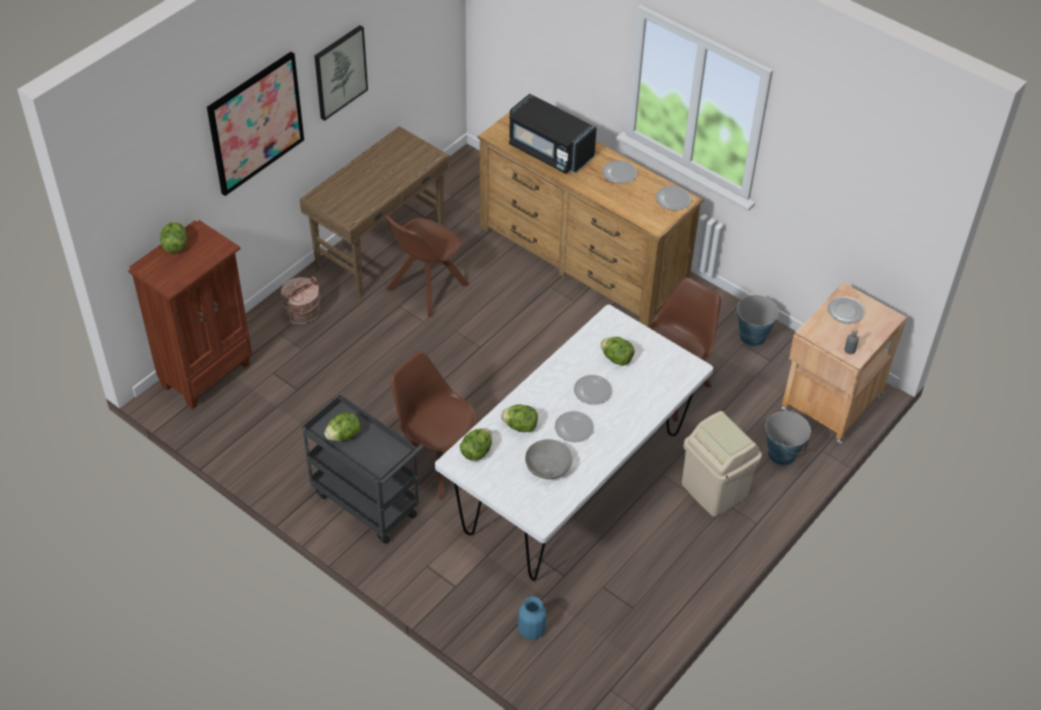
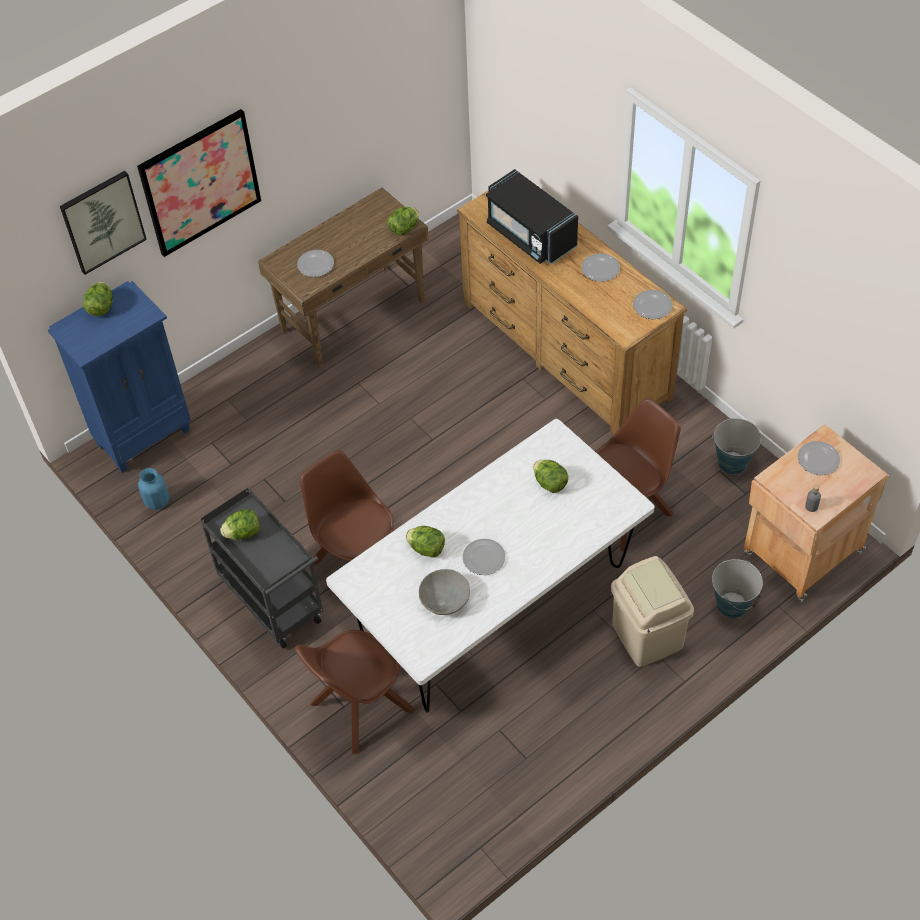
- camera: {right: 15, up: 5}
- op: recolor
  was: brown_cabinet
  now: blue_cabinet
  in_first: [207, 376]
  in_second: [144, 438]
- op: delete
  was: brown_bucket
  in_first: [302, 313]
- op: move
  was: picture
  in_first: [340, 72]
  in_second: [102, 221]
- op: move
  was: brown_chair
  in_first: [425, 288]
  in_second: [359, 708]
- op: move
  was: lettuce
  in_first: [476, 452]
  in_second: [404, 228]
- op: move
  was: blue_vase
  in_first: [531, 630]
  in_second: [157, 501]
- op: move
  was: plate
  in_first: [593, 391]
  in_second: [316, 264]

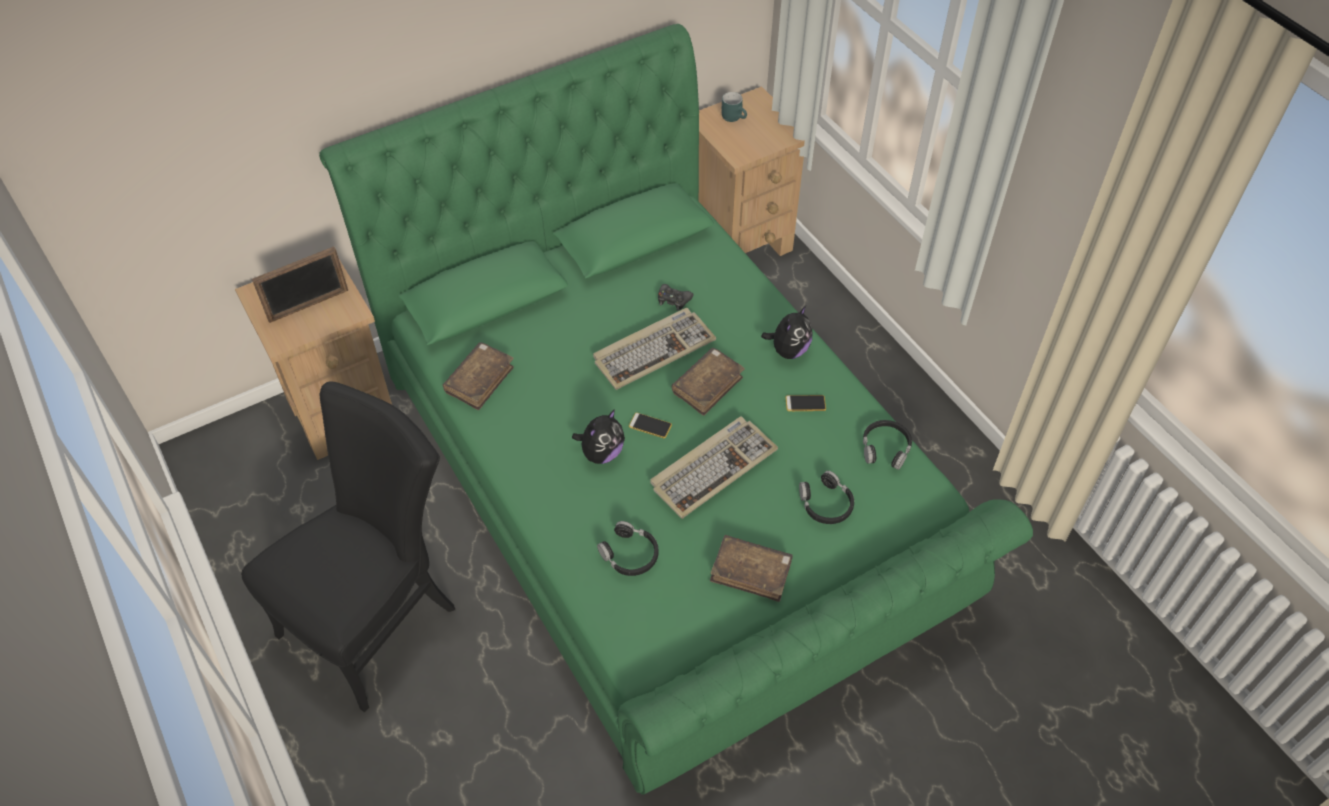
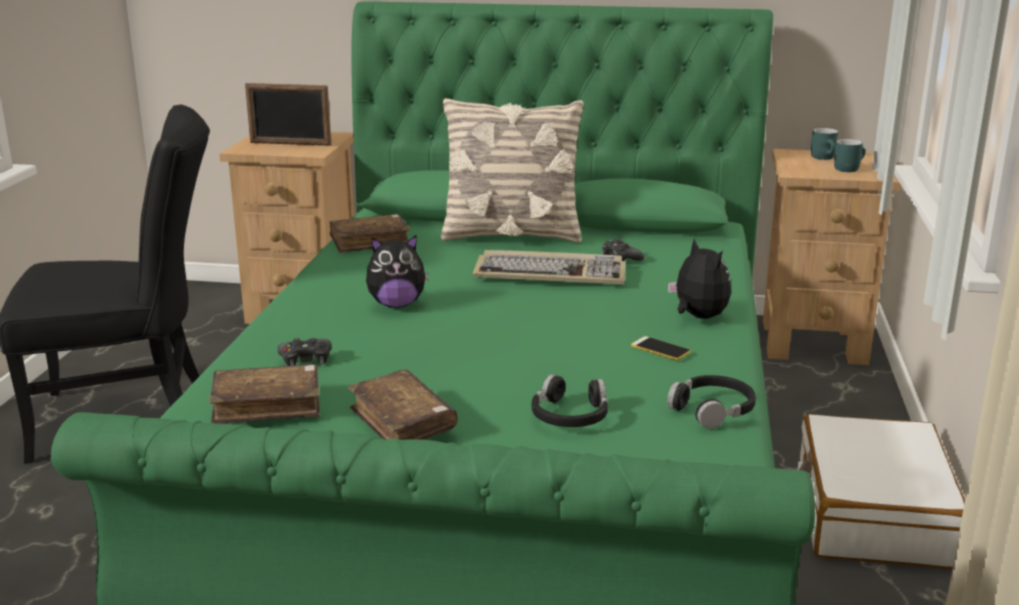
- camera: {right: 40, up: -30}
- op: replace
  was: black_headphones
  now: black_game_controller
  in_first: [630, 554]
  in_second: [306, 359]
- op: delete
  was: phone
  in_first: [650, 426]
- op: delete
  was: keyboard
  in_first: [713, 468]
- op: move
  was: brown_book
  in_first: [707, 386]
  in_second: [267, 406]
- op: rotate
  was: plush_toy
  in_first: [788, 350]
  in_second: [698, 317]
  clockwise: -105
- op: insert
  now: beige_pillow
  in_second: [511, 236]
- op: insert
  now: white_suitcase
  in_second: [871, 514]
- op: insert
  now: turquoise_mug
  in_second: [847, 168]

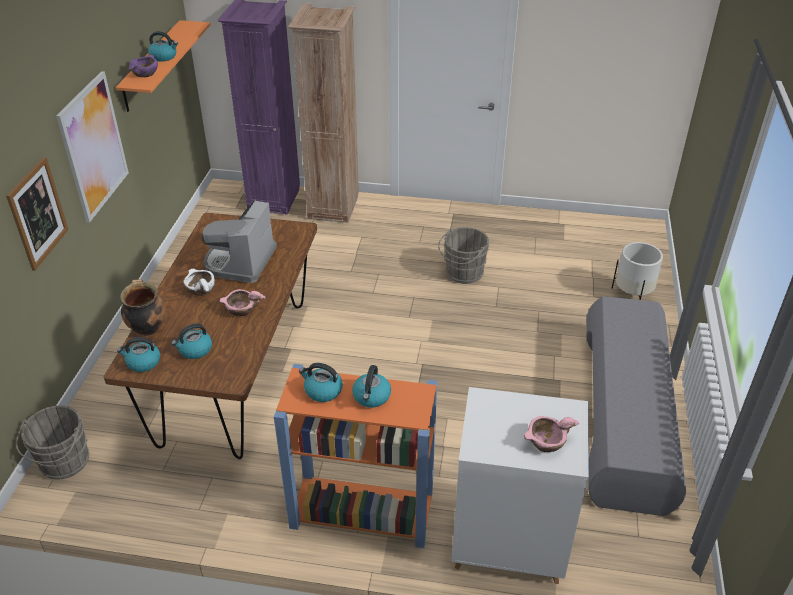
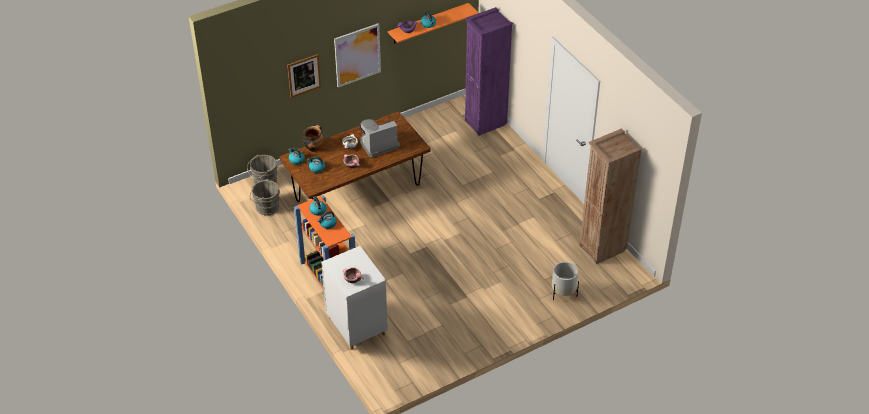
- camera: {right: 50, up: 5}
- op: move
  was: brown_cabinet
  in_first: [334, 207]
  in_second: [602, 248]
- op: move
  was: grey_bucket
  in_first: [462, 273]
  in_second: [266, 207]
- op: delete
  was: grey_bench
  in_first: [625, 416]

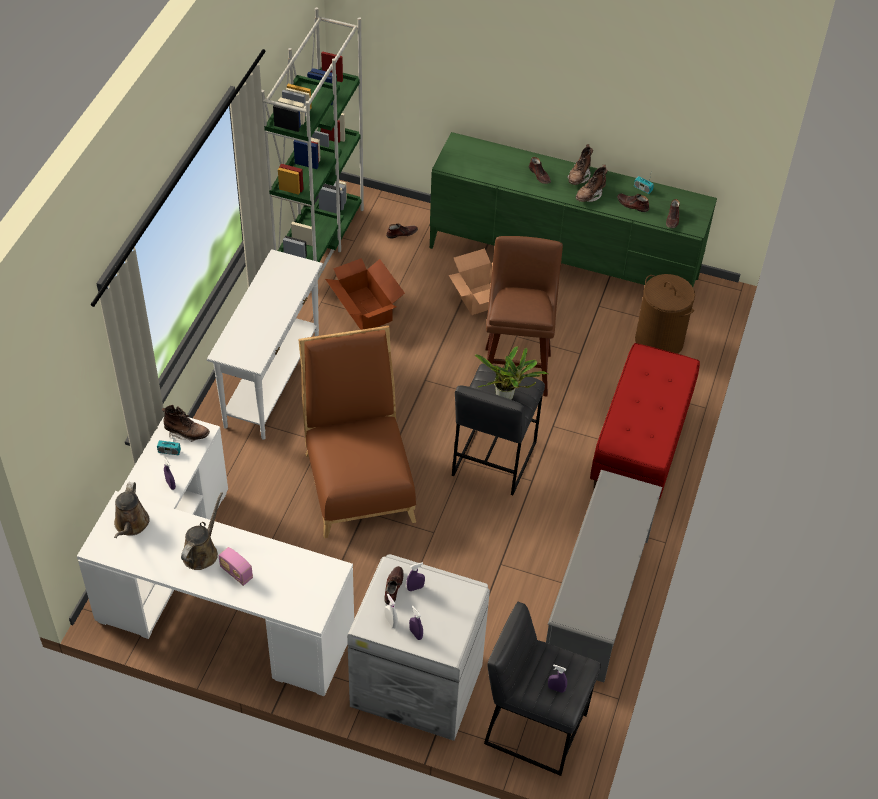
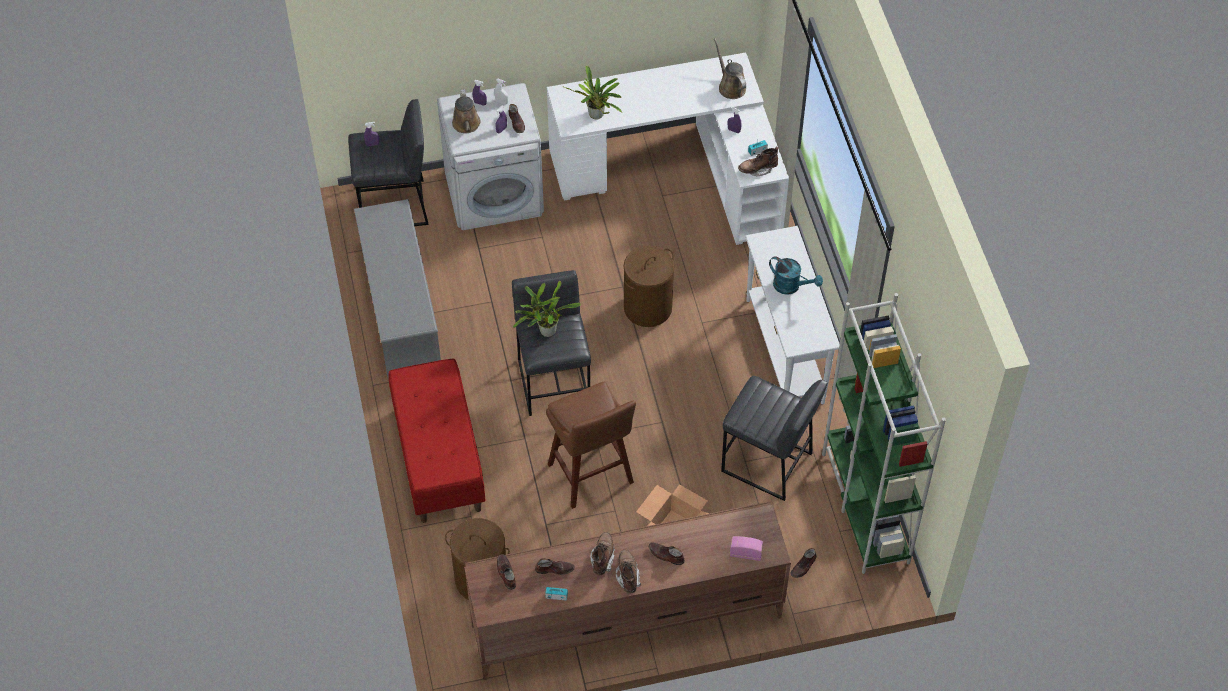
- camera: {right: 150, up: 5}
- op: move
  was: brown_watering_can
  in_first: [202, 552]
  in_second: [466, 125]
- op: move
  was: radio
  in_first: [236, 573]
  in_second: [745, 553]
- op: replace
  was: brown_chair
  now: brown_laundry_basket
  in_first: [358, 479]
  in_second: [647, 308]
- op: replace
  was: cardboard_box
  now: grey_stool
  in_first: [365, 309]
  in_second: [768, 463]
- op: recolor
  was: green_cabinet
  now: brown_cabinet
  in_first: [564, 262]
  in_second: [625, 622]
- op: insert
  now: potted_plant
  in_second: [597, 116]
- op: insert
  now: turquoise_watering_can
  in_second: [791, 286]

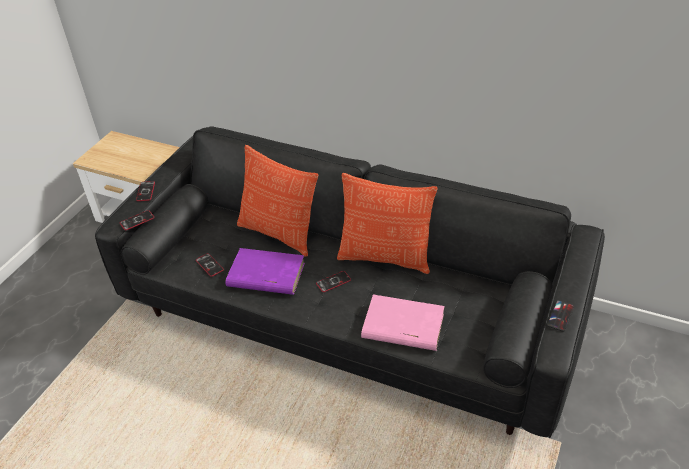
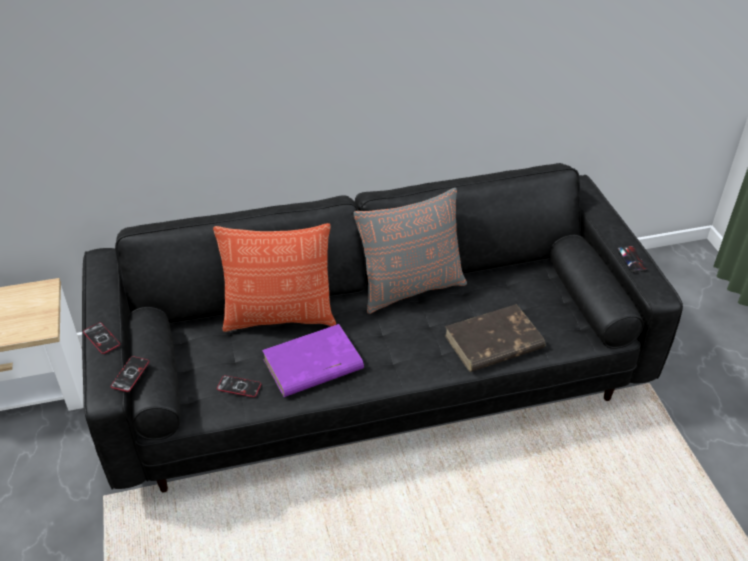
- camera: {right: -40, up: 0}
- op: delete
  was: phone
  in_first: [333, 282]
- op: recolor
  was: orange_pillow
  now: grey_pillow
  in_first: [385, 257]
  in_second: [411, 289]
- op: recolor
  was: pink_book
  now: brown_book
  in_first: [402, 326]
  in_second: [493, 343]

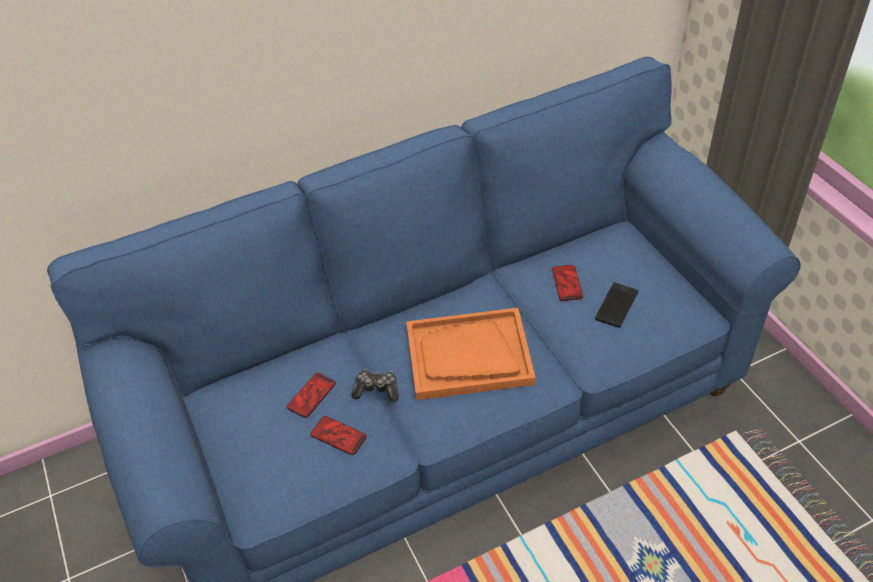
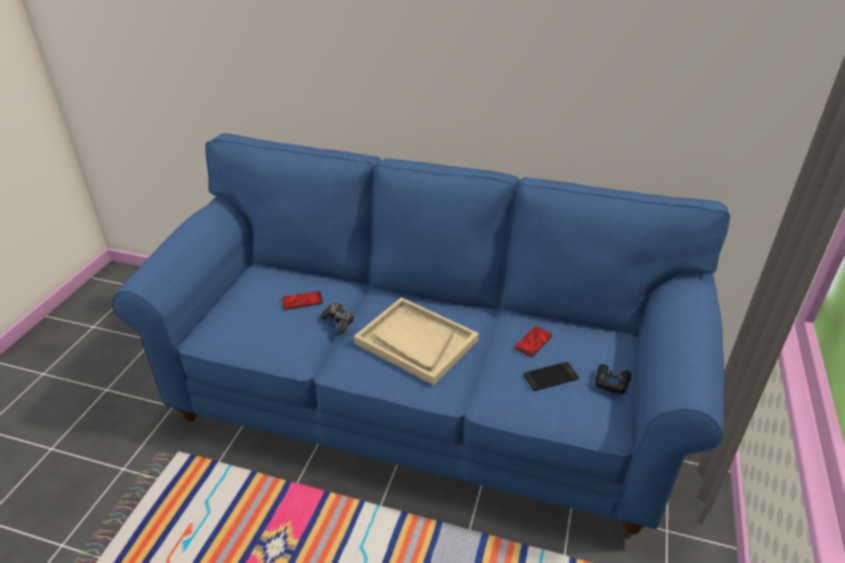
- camera: {right: 40, up: -10}
- op: delete
  was: phone
  in_first: [338, 436]
- op: recolor
  was: orange_tray
  now: beige_tray
  in_first: [468, 356]
  in_second: [415, 342]
- op: insert
  now: black_game_controller
  in_second: [611, 382]

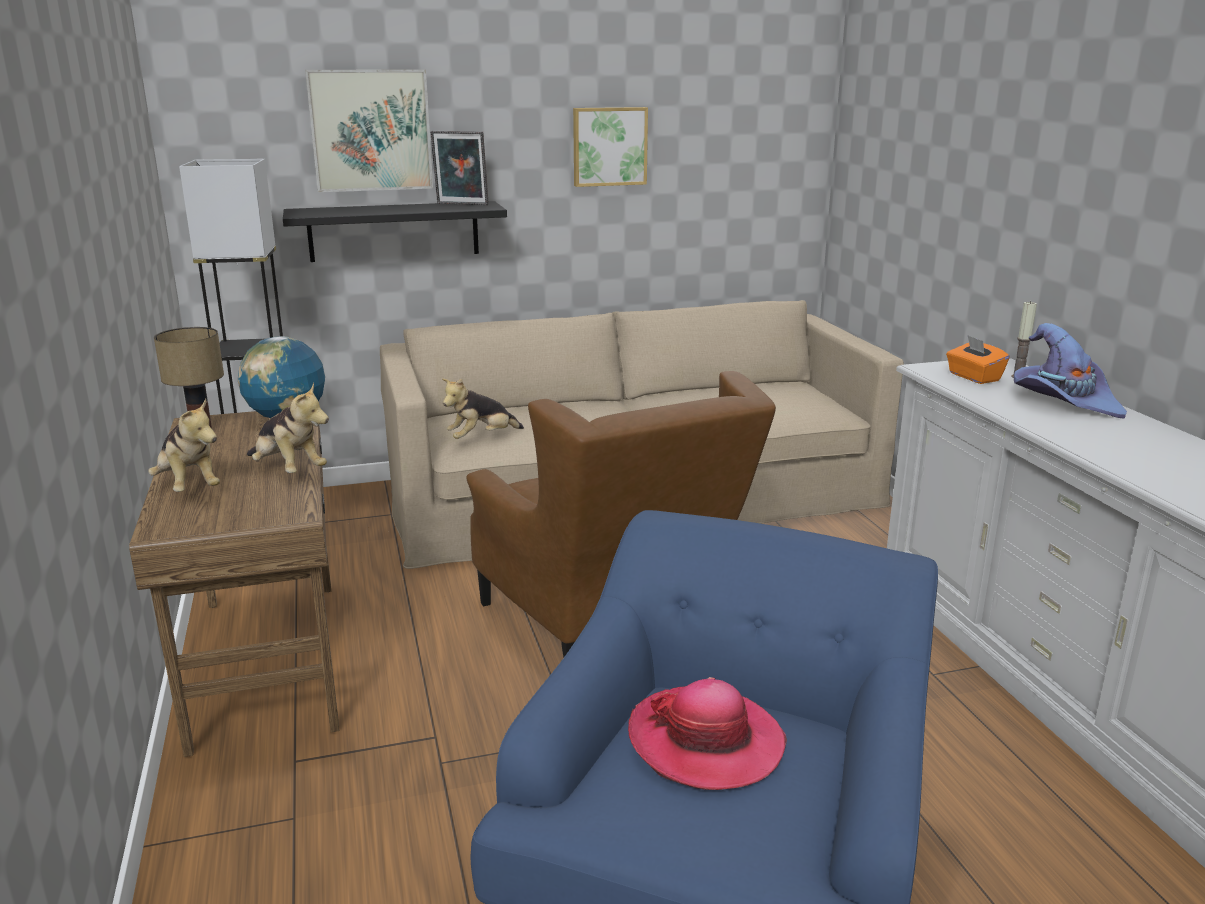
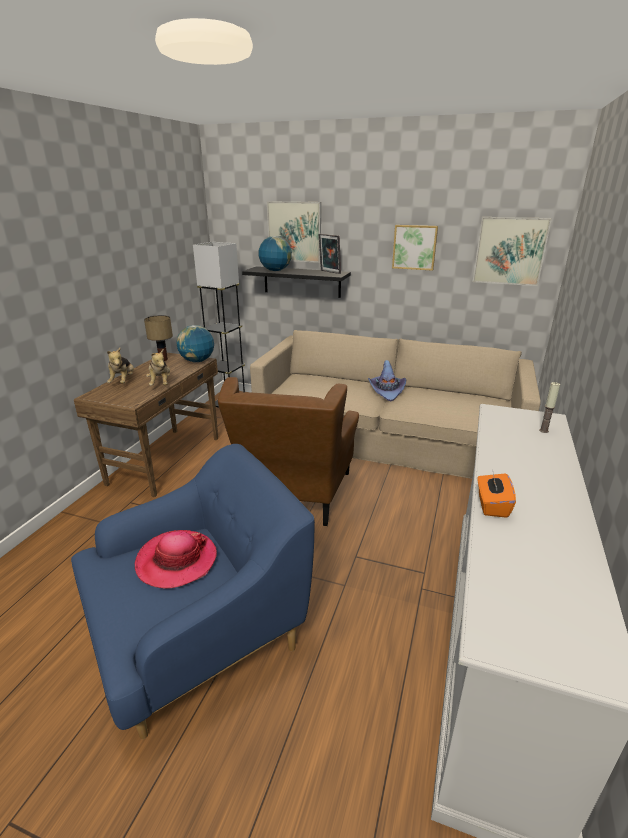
- camera: {right: 35, up: 5}
- op: delete
  was: plush_toy
  in_first: [481, 438]
- op: move
  was: orange_tissue_box
  in_first: [973, 377]
  in_second: [492, 505]
- op: move
  was: purple_hat
  in_first: [1064, 401]
  in_second: [387, 391]
- op: insert
  now: globe
  in_second: [275, 271]
- op: insert
  now: picture
  in_second: [510, 251]

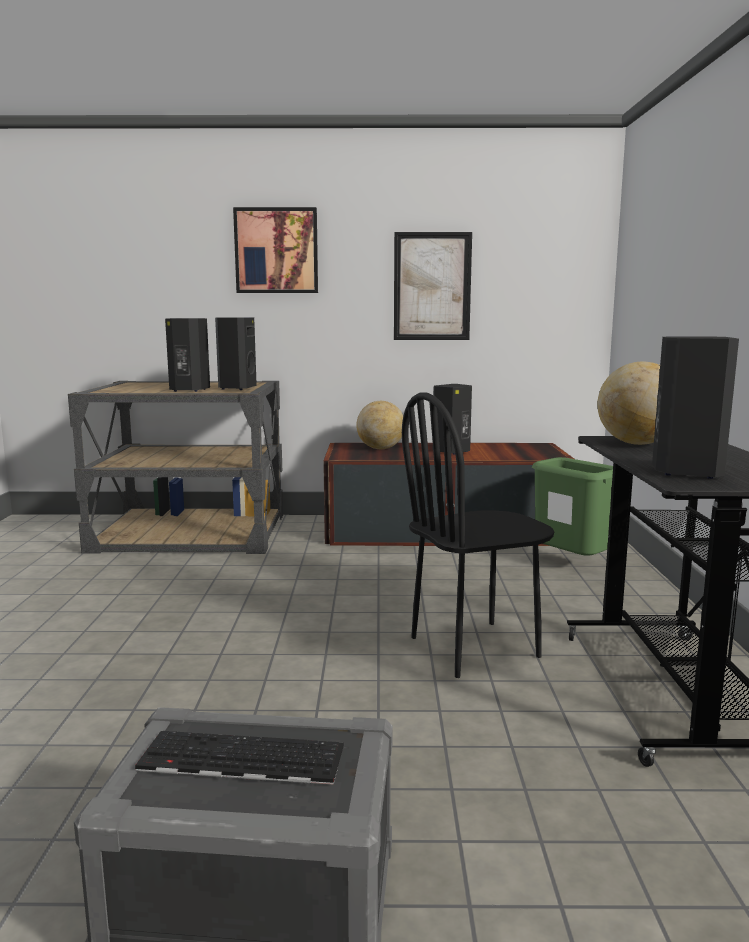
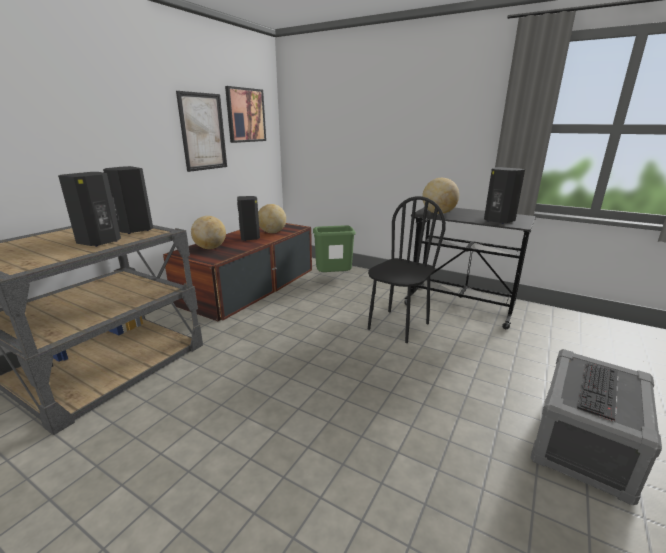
- camera: {right: -60, up: 10}
- op: move
  was: picture
  in_first: [276, 251]
  in_second: [245, 115]
- op: rotate
  was: black_chair
  in_first: [474, 647]
  in_second: [398, 326]
  clockwise: -150
- op: insert
  now: globe
  in_second: [272, 232]

